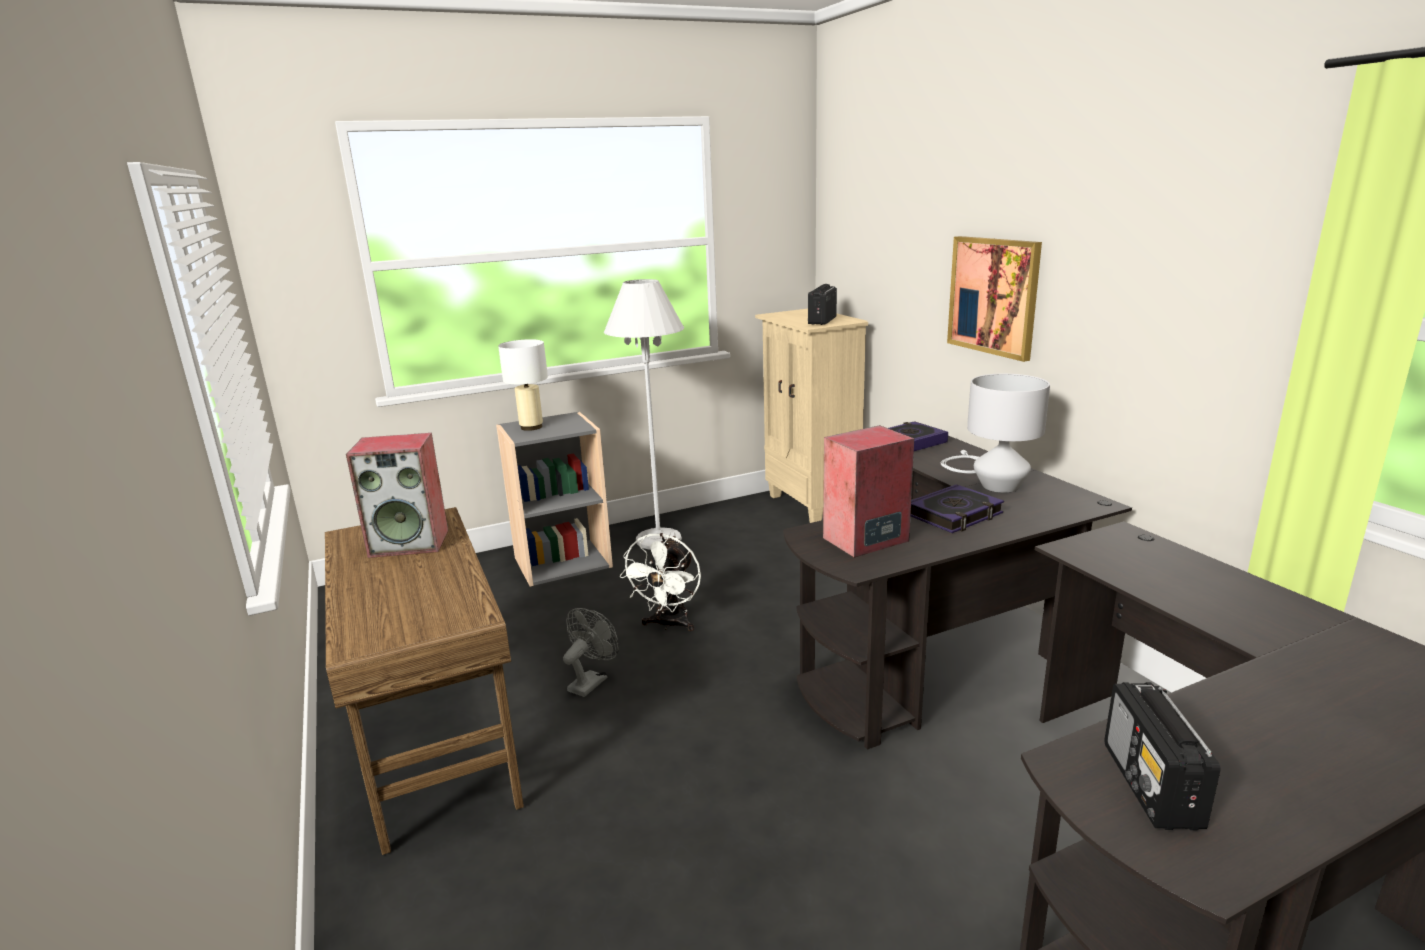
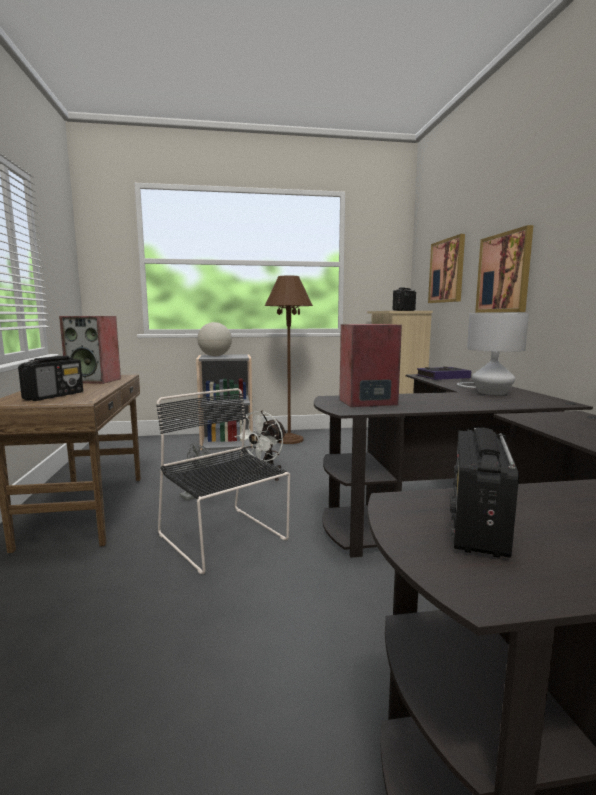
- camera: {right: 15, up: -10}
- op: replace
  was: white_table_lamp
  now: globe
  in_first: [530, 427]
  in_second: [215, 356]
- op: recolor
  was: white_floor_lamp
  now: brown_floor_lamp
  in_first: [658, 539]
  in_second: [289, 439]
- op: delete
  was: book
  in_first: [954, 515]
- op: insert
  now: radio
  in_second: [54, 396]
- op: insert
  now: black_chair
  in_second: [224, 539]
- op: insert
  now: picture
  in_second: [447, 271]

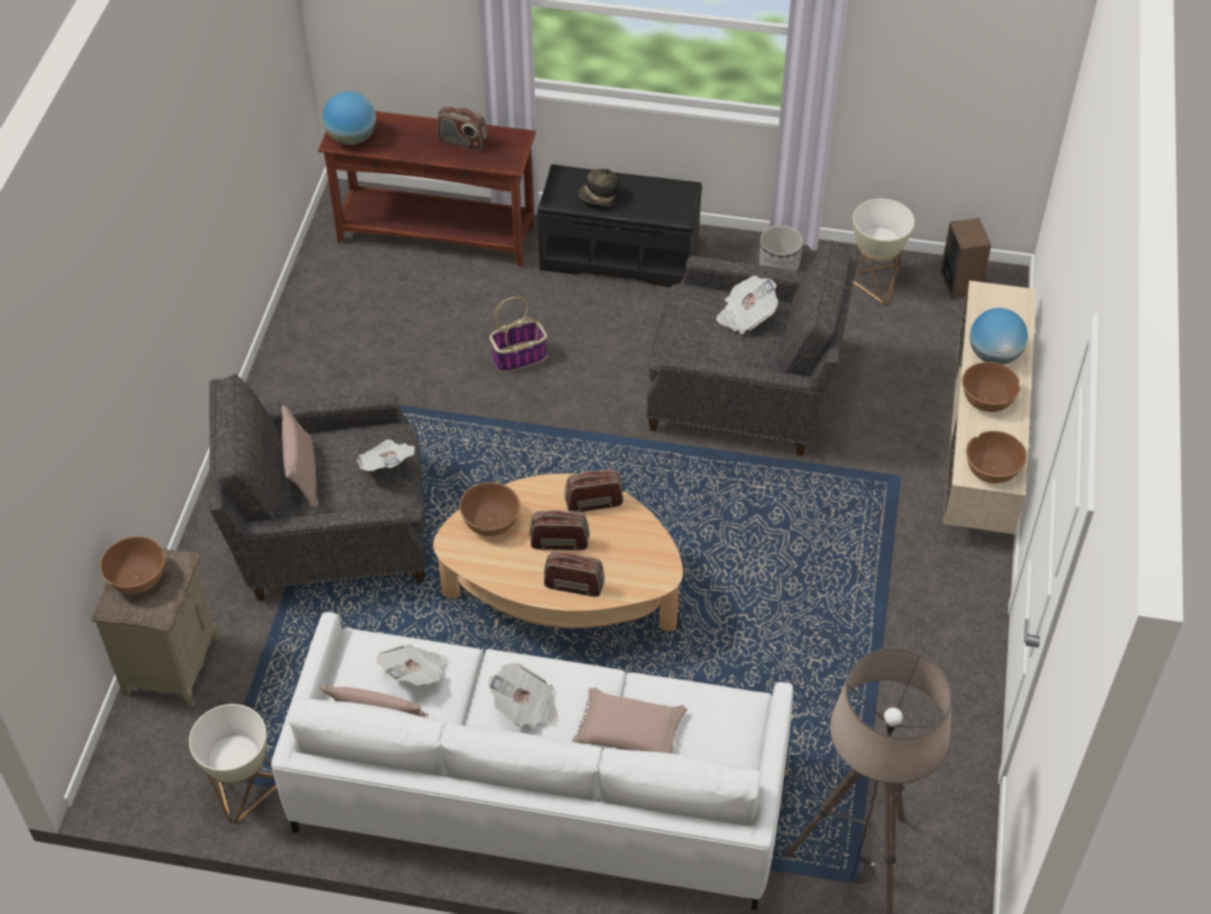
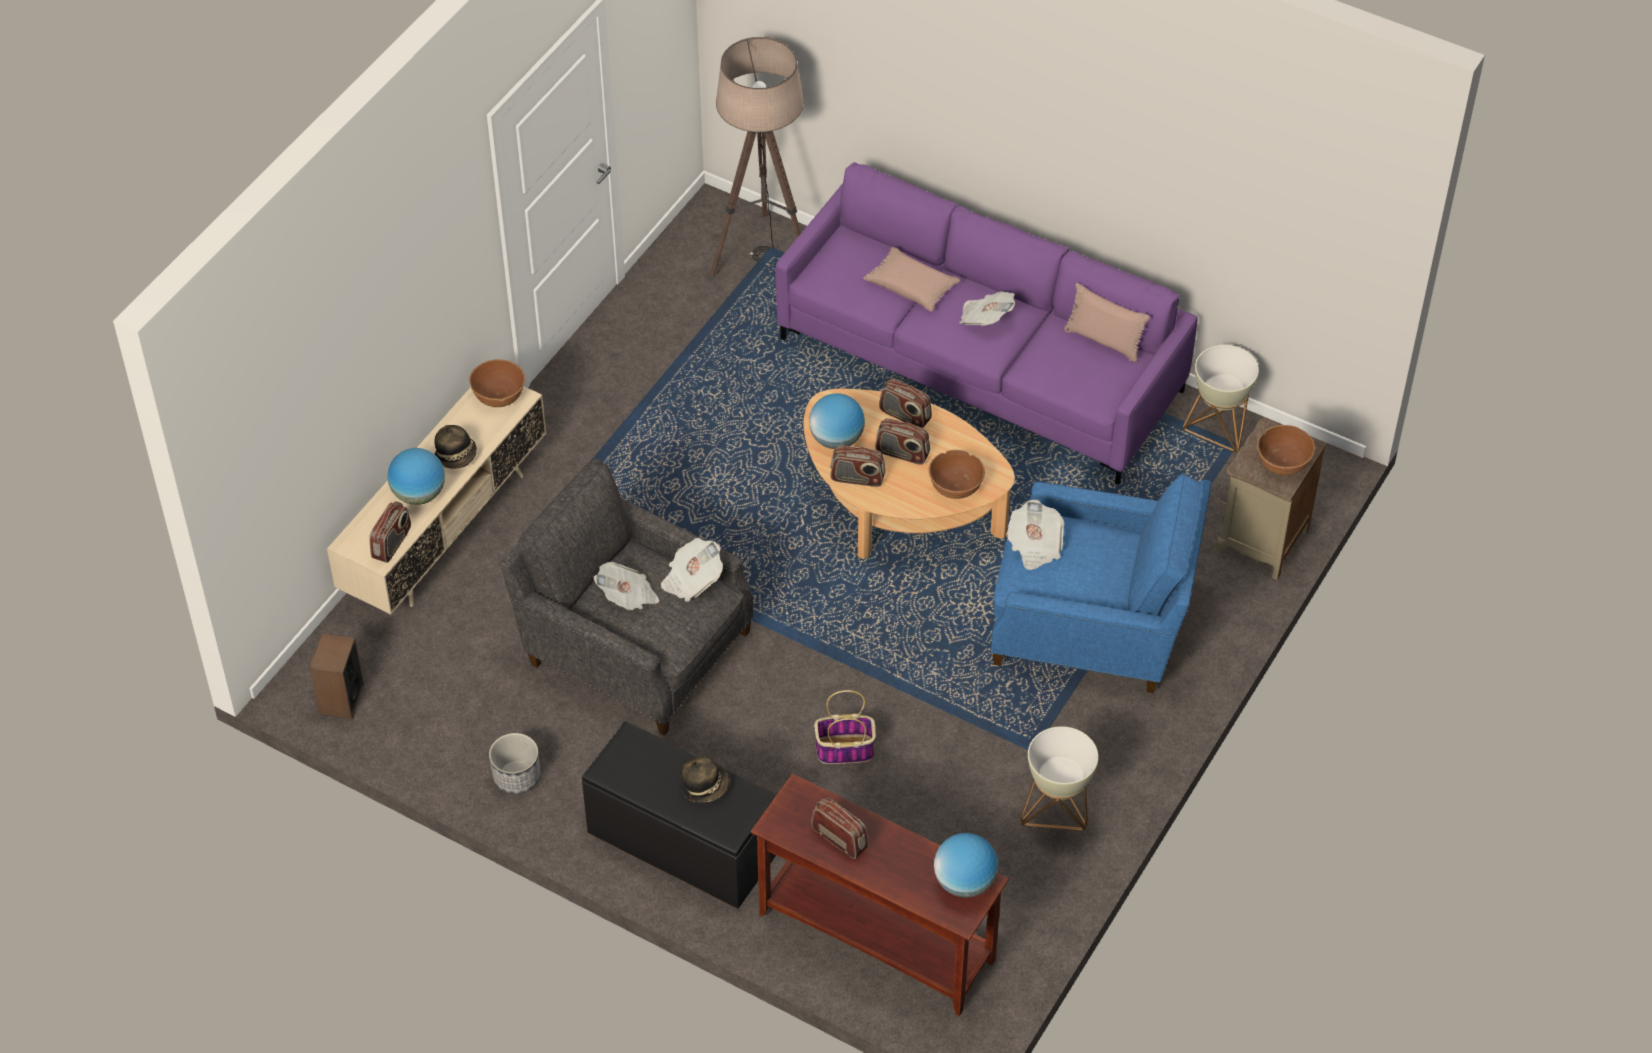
- camera: {right: -160, up: 0}
- op: recolor
  was: grey_armchair
  now: blue_armchair
  in_first: [330, 530]
  in_second: [1092, 622]
- op: recolor
  was: white_sofa
  now: purple_sofa
  in_first: [539, 790]
  in_second: [980, 366]
- op: delete
  was: beige_pillow
  in_first: [302, 474]
- op: move
  was: newspaper
  in_first: [415, 674]
  in_second: [692, 580]
- op: move
  was: planter
  in_first: [874, 281]
  in_second: [1056, 812]
- op: replace
  was: brown_bowl
  now: hat
  in_first: [987, 400]
  in_second: [456, 456]
- op: insert
  now: radio
  in_second: [392, 543]
- op: insert
  now: globe
  in_second: [836, 439]

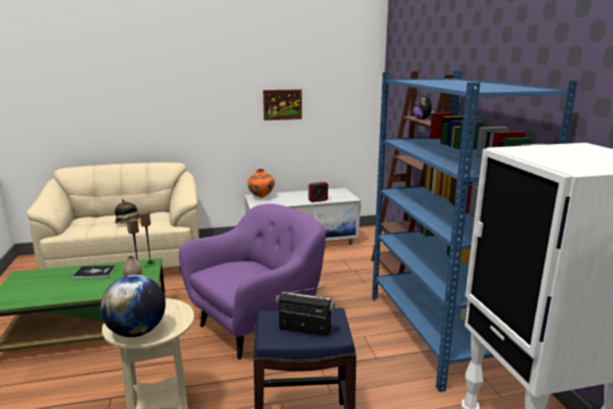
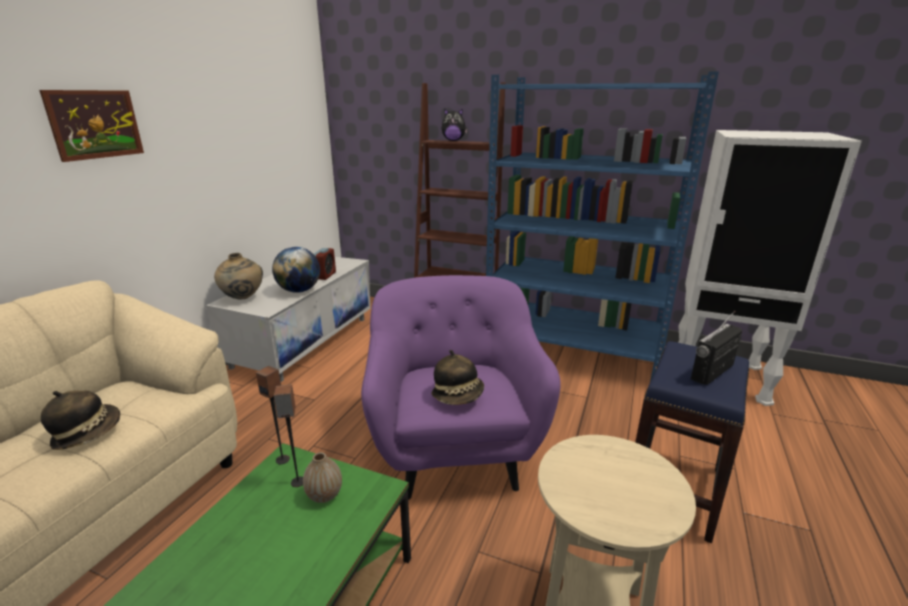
- camera: {right: -55, up: 5}
- op: delete
  was: book
  in_first: [94, 273]
- op: move
  was: globe
  in_first: [137, 332]
  in_second: [299, 291]
- op: recolor
  was: orange_vase
  now: beige_vase
  in_first: [261, 197]
  in_second: [243, 299]
- op: move
  was: picture
  in_first: [282, 104]
  in_second: [95, 124]
- op: insert
  now: hat
  in_second: [458, 396]

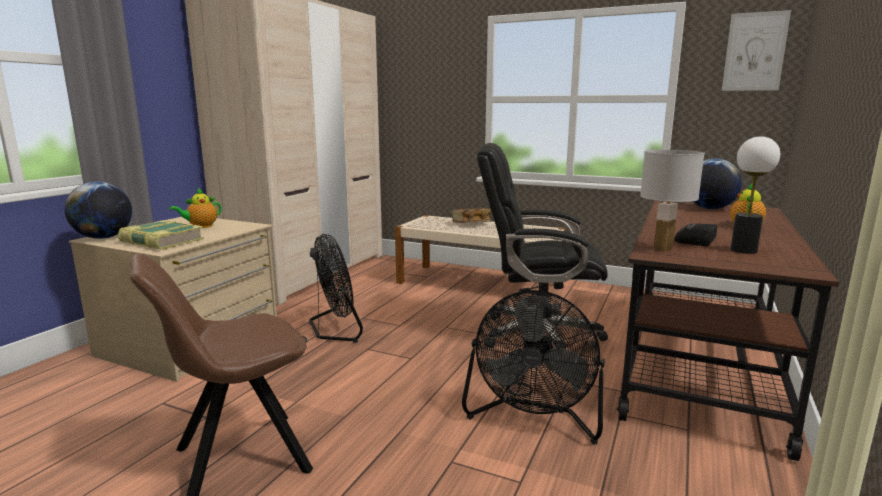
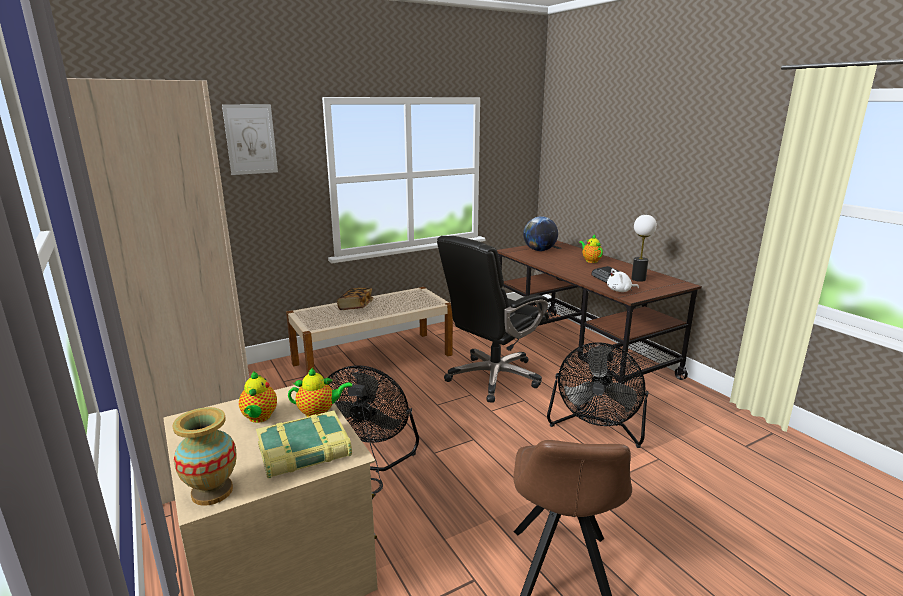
- camera: {right: -55, up: 5}
- op: replace
  was: globe
  now: vase
  in_first: [104, 237]
  in_second: [212, 492]
- op: rotate
  was: black_fan
  in_first: [529, 415]
  in_second: [593, 426]
  clockwise: 60
- op: replace
  was: white_table_lamp
  now: white_plush_toy
  in_first: [663, 249]
  in_second: [620, 291]
- op: move
  was: picture
  in_first: [754, 52]
  in_second: [250, 139]
- op: insert
  now: teapot
  in_second: [319, 412]

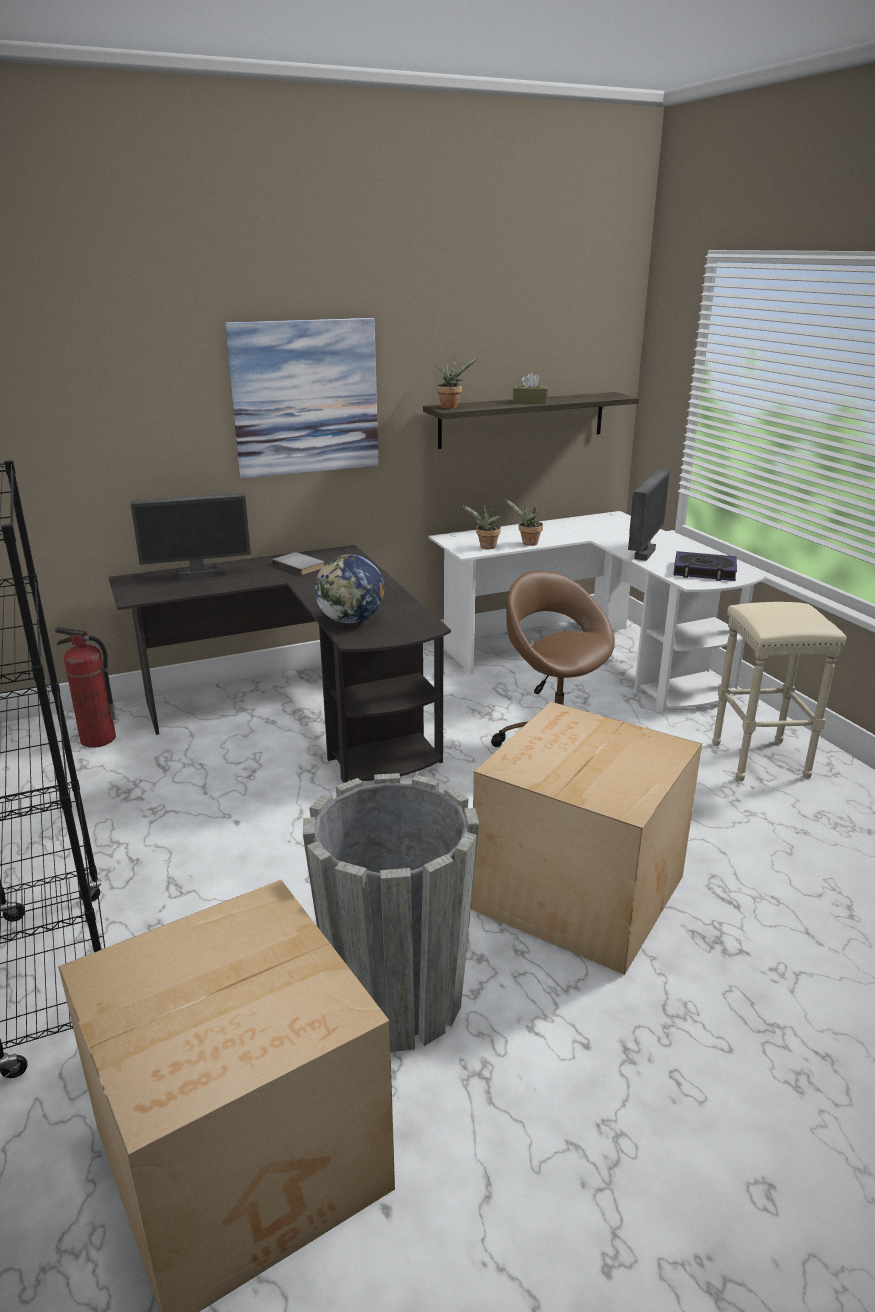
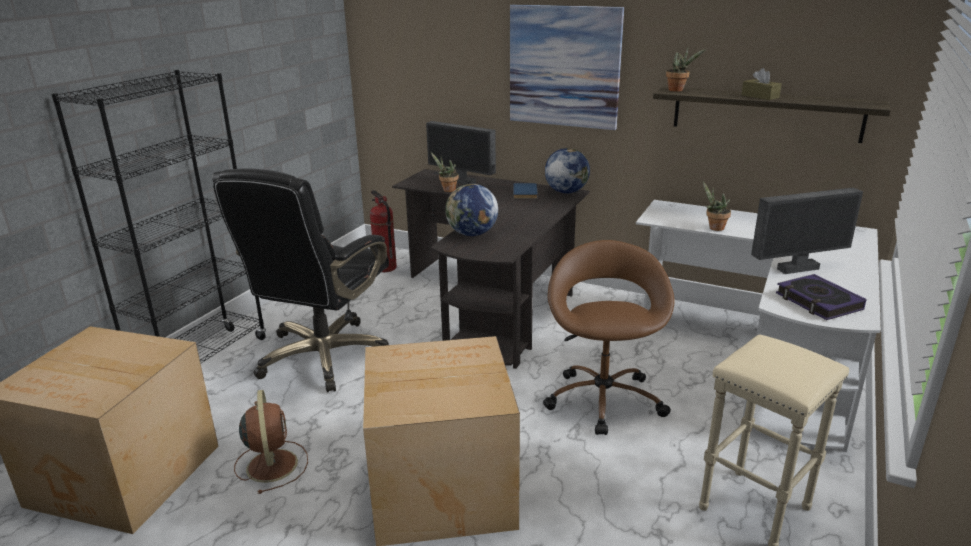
- camera: {right: 50, up: 0}
- op: recolor
  was: grey_book
  now: blue_book
  in_first: [300, 565]
  in_second: [526, 193]
- op: replace
  was: grey_planter
  now: brown_fan
  in_first: [395, 997]
  in_second: [272, 464]
- op: move
  was: potted_plant
  in_first: [486, 547]
  in_second: [447, 190]
- op: insert
  now: black_office_chair
  in_second: [324, 355]
- op: insert
  now: globe
  in_second: [566, 192]

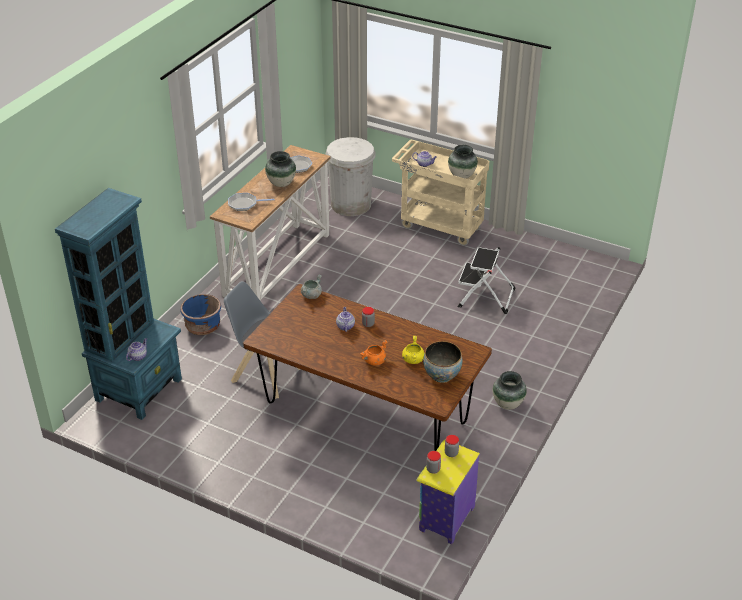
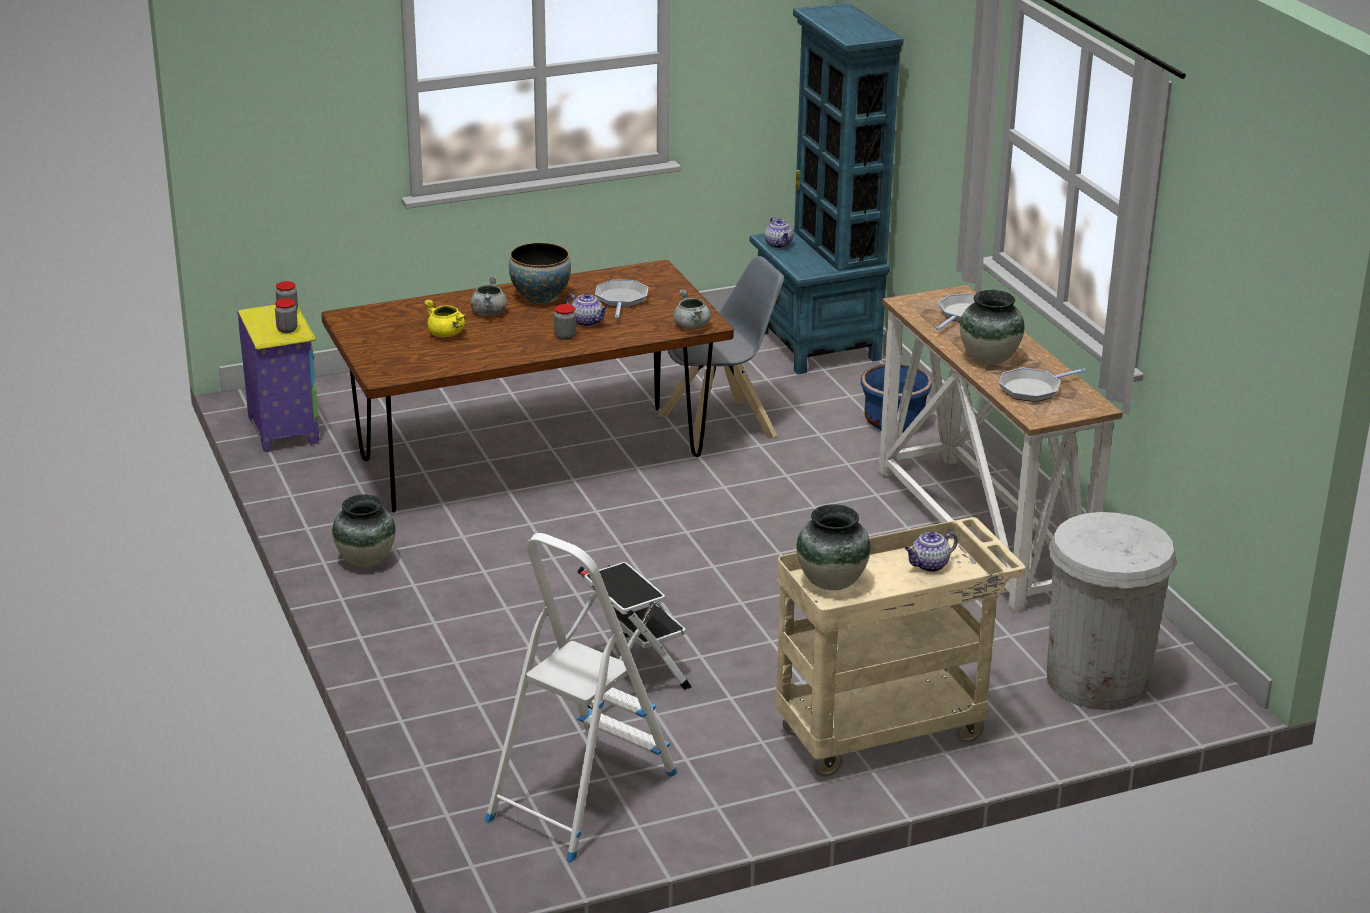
- camera: {right: 130, up: -10}
- op: recolor
  was: orange_cooking_pot
  now: grey_cooking_pot
  in_first: [374, 361]
  in_second: [489, 312]
- op: move
  was: bowl
  in_first: [441, 375]
  in_second: [540, 297]
- op: insert
  now: white_step_ladder
  in_second: [584, 795]
- op: insert
  now: frying_pan
  in_second: [621, 300]

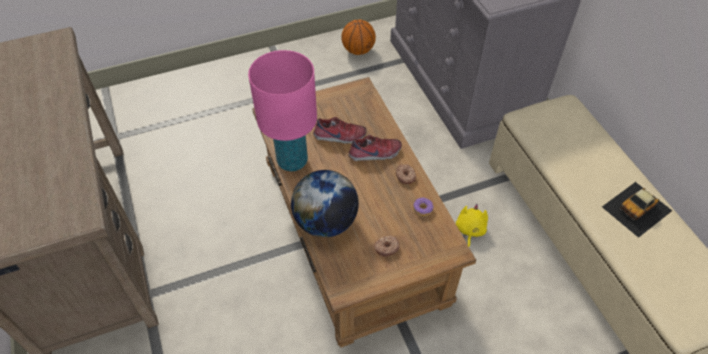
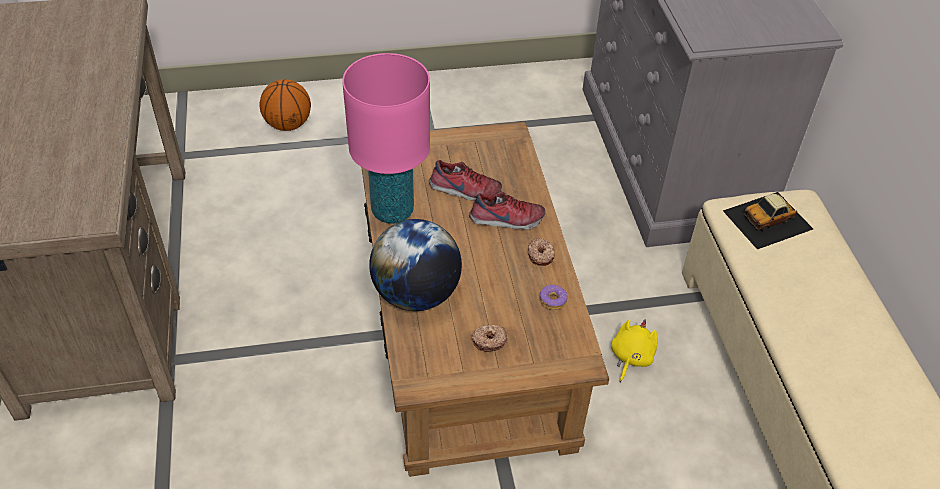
- camera: {right: 10, up: -5}
- op: move
  was: basketball
  in_first: [358, 50]
  in_second: [288, 124]
- op: move
  was: toy_car
  in_first: [637, 208]
  in_second: [768, 220]

